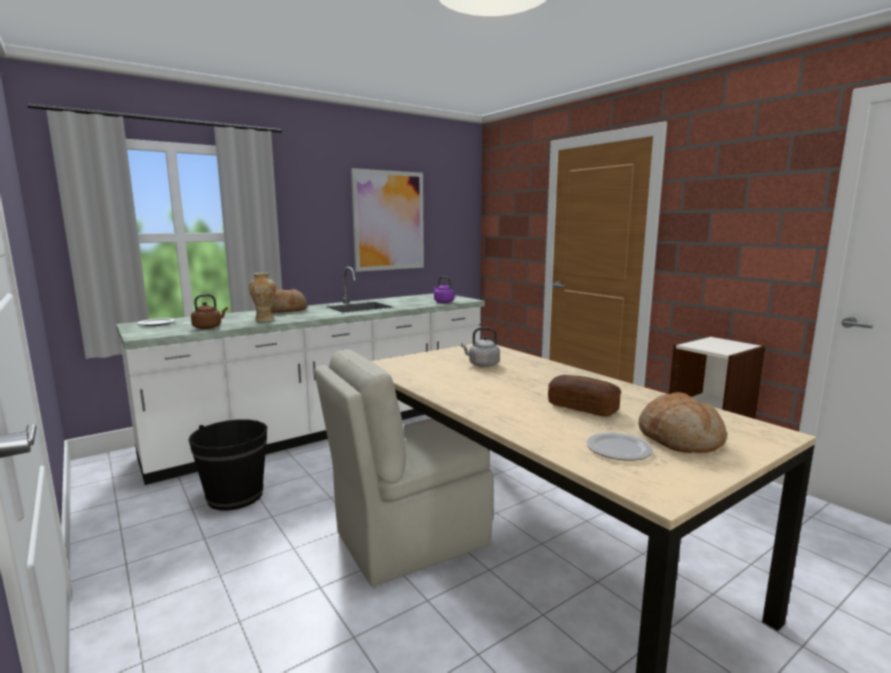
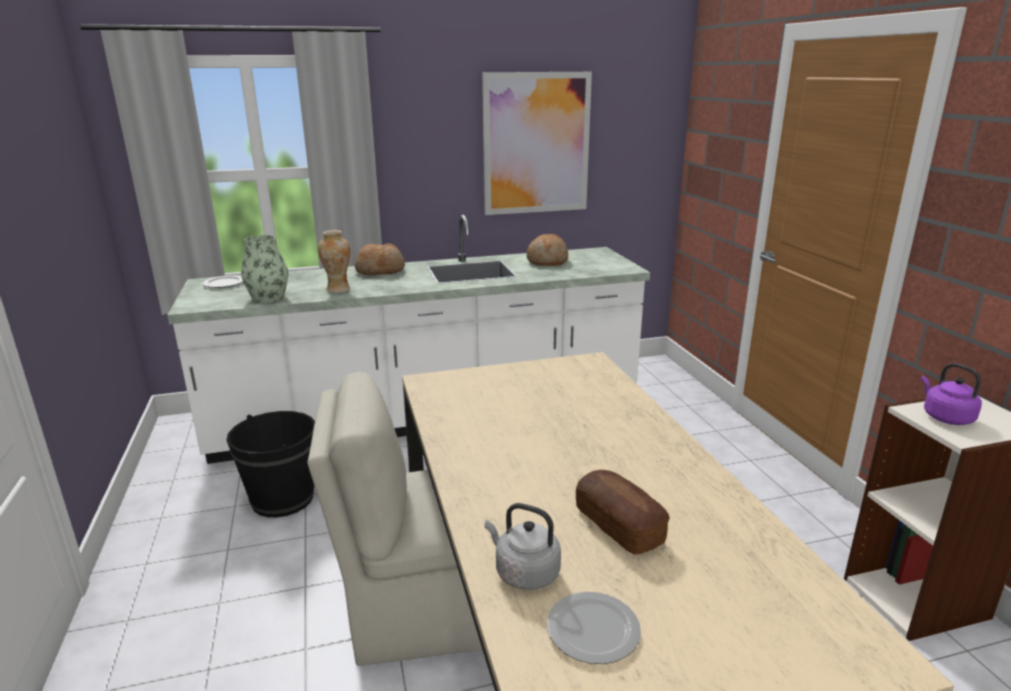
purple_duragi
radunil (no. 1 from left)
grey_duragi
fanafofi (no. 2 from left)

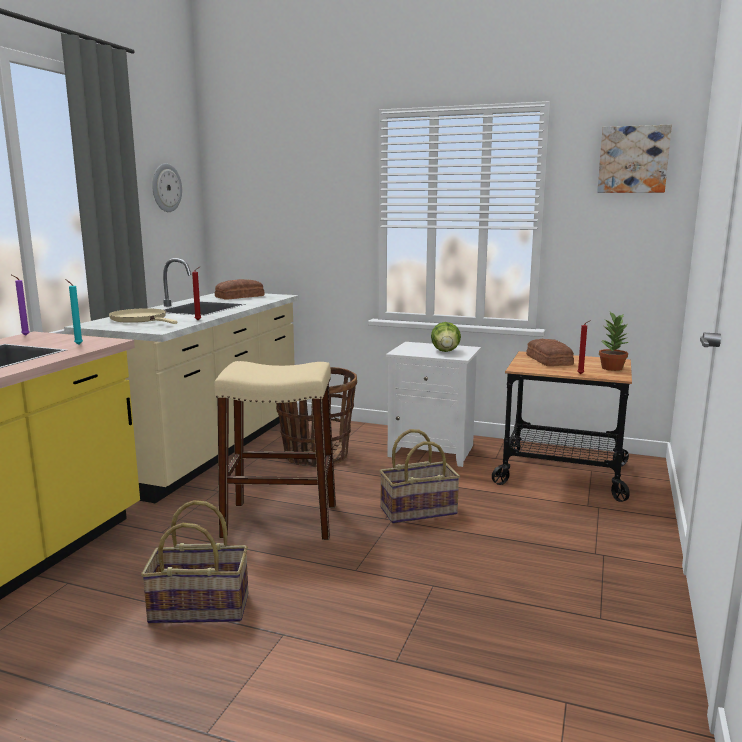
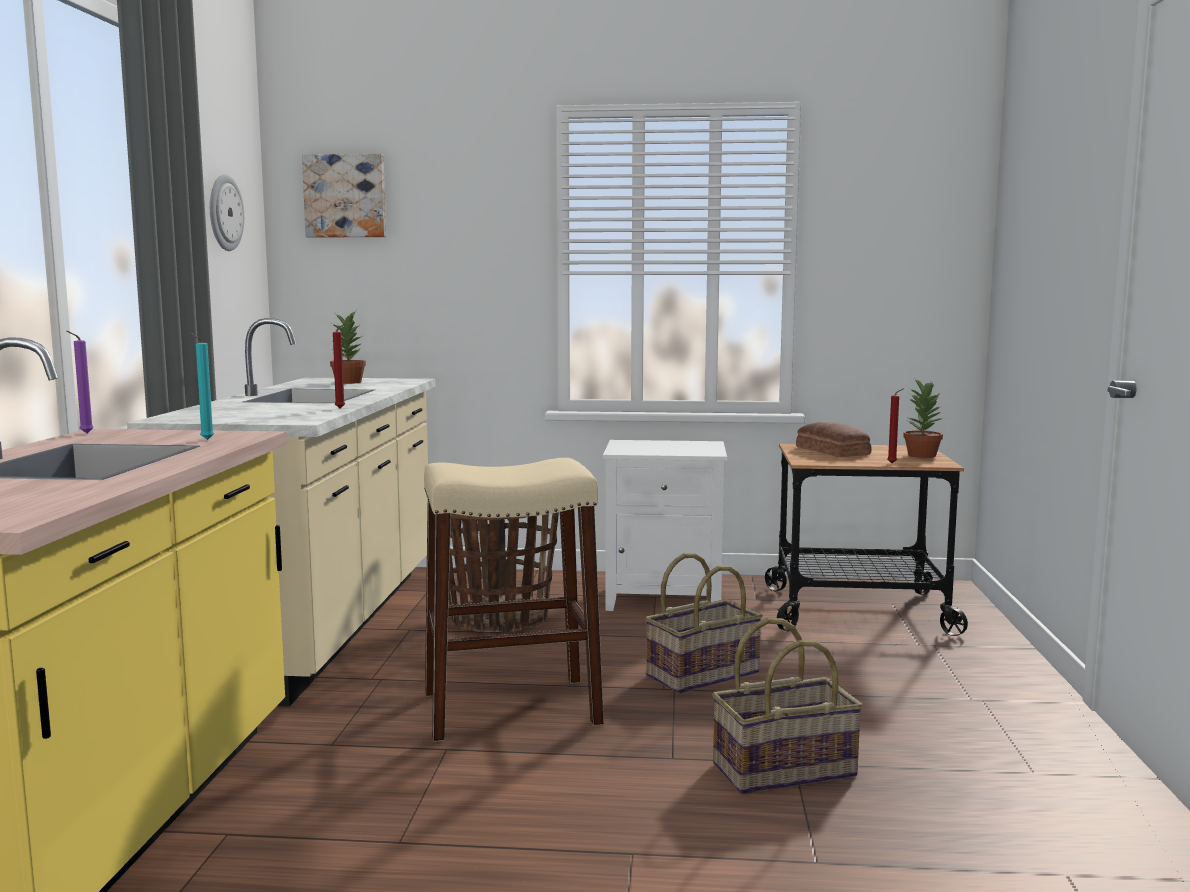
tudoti
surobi (no. 1 from left)
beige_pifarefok
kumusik
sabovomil (no. 3 from left)

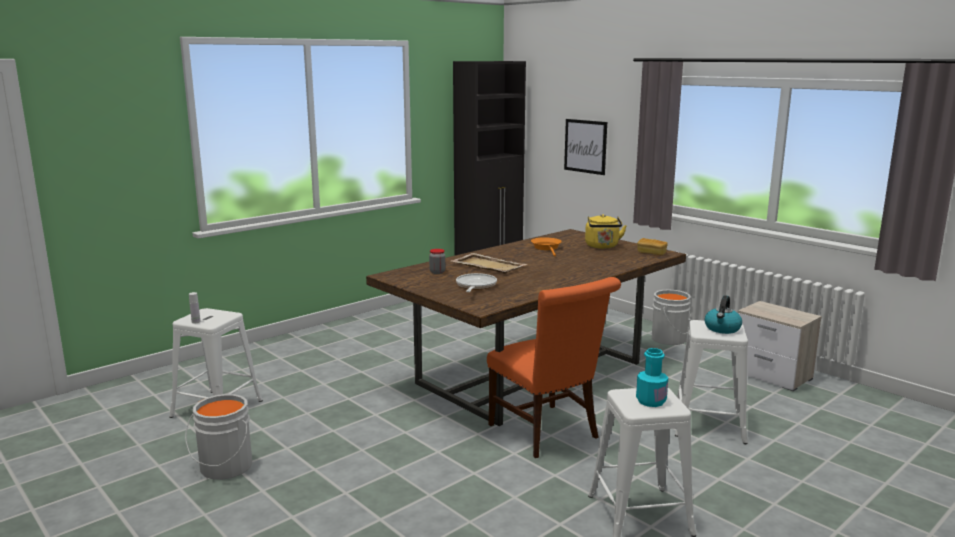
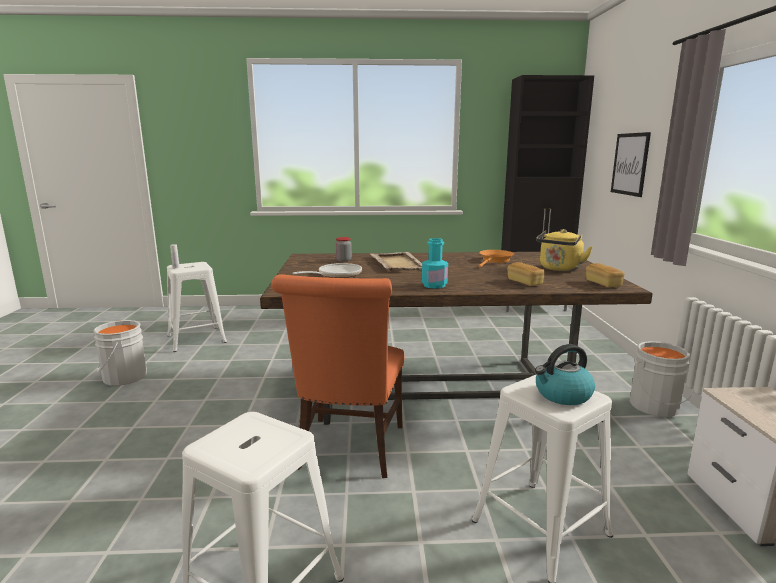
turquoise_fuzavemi
fanafofi (no. 1 from left)

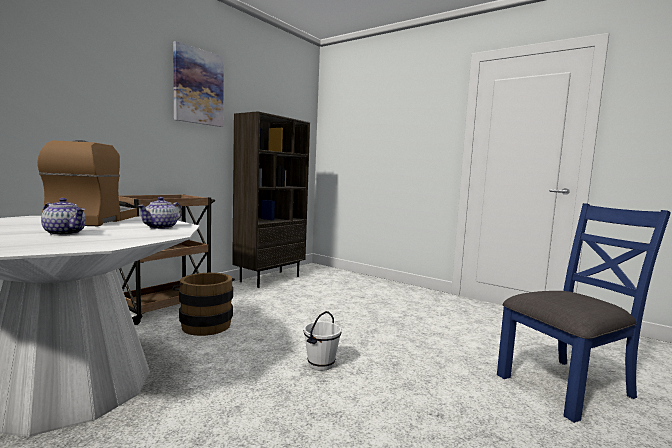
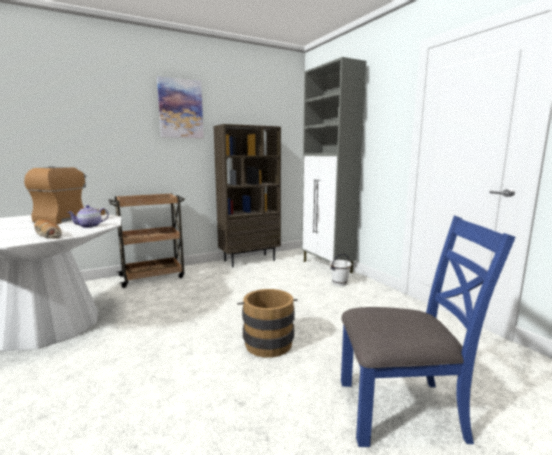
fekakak (no. 1 from left in the first image)
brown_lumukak
white_lumukak
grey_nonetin
fanafofi

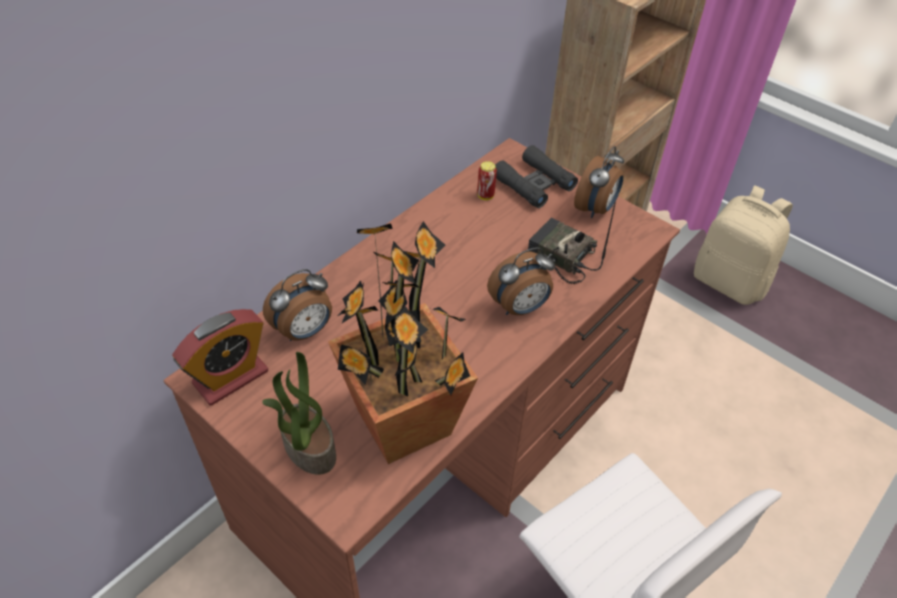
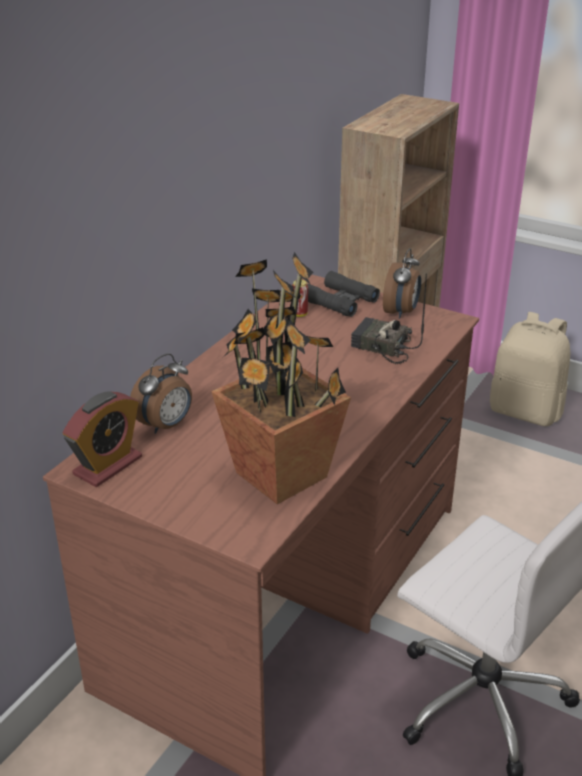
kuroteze (no. 3 from left in the first image)
surobi (no. 1 from left in the first image)

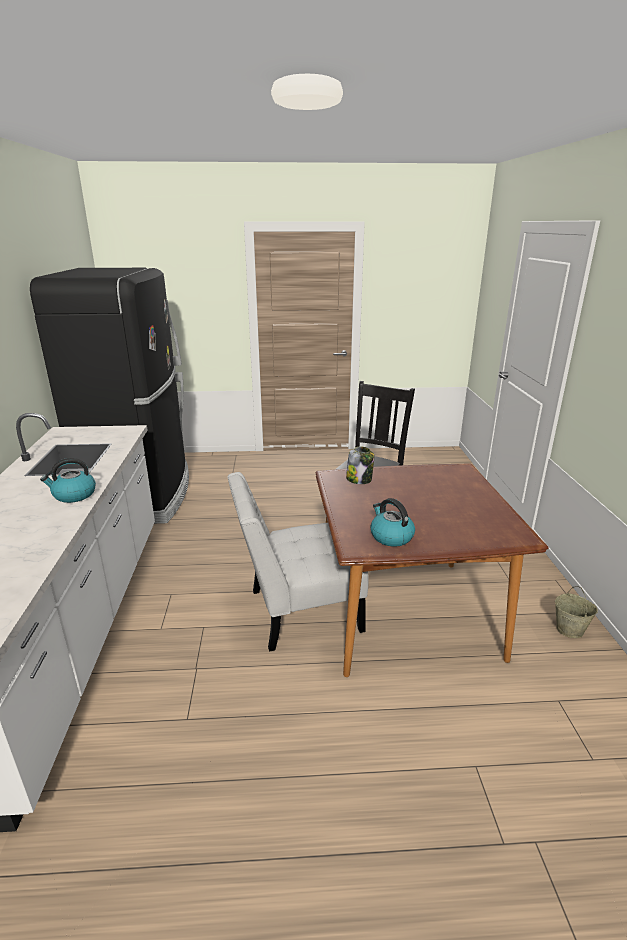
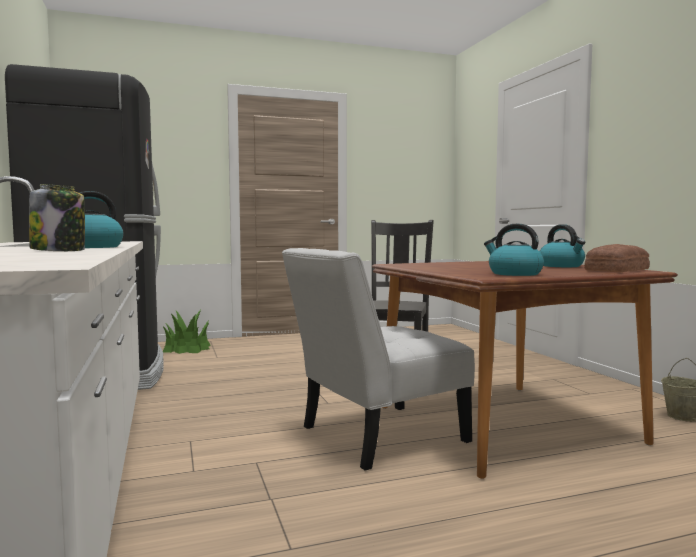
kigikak
duragi (no. 3 from left)
fanafofi
surobi

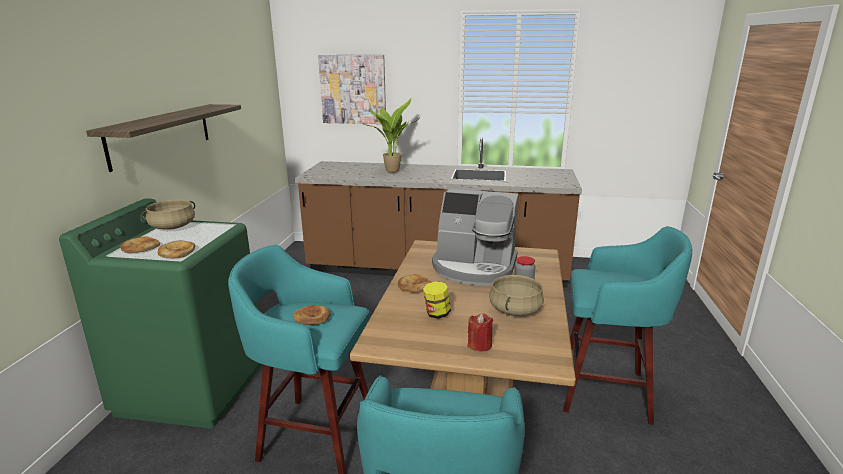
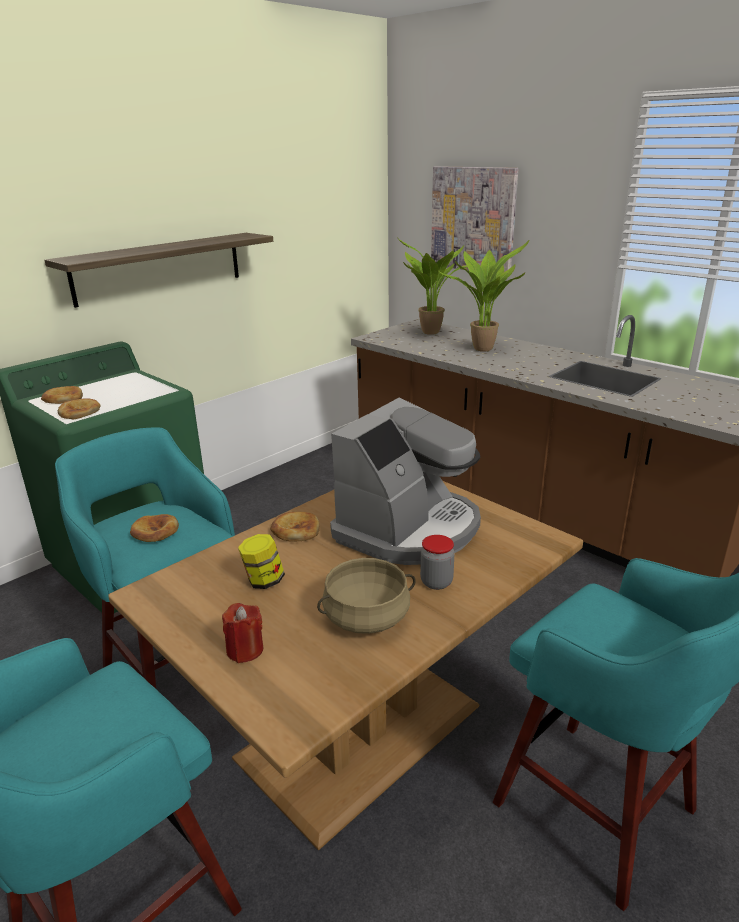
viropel
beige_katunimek (no. 1 from left in the first image)
surobi (no. 1 from left)

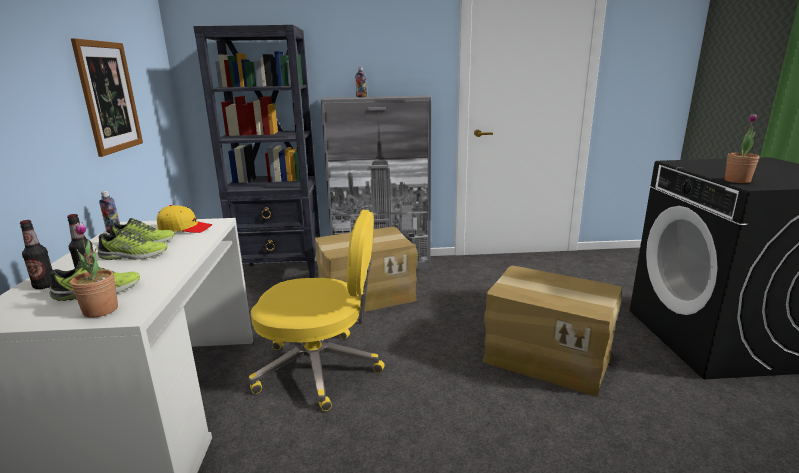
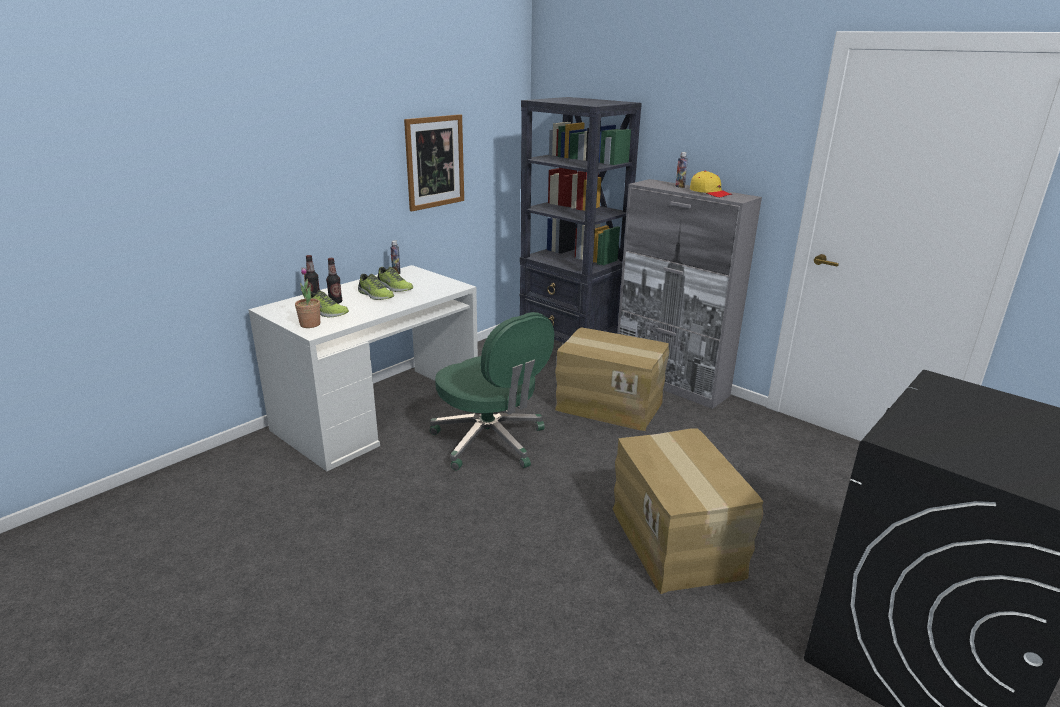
surobi (no. 2 from left in the first image)
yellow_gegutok
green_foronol

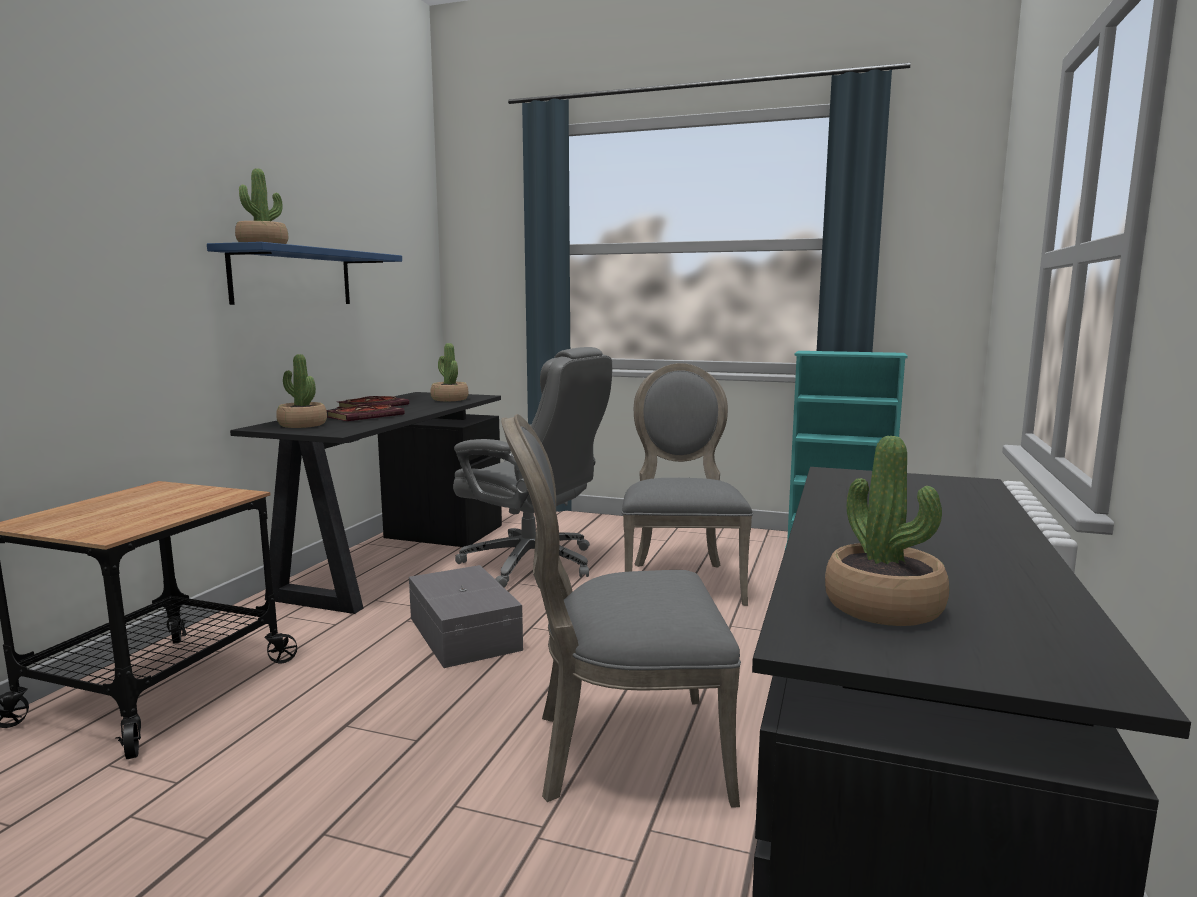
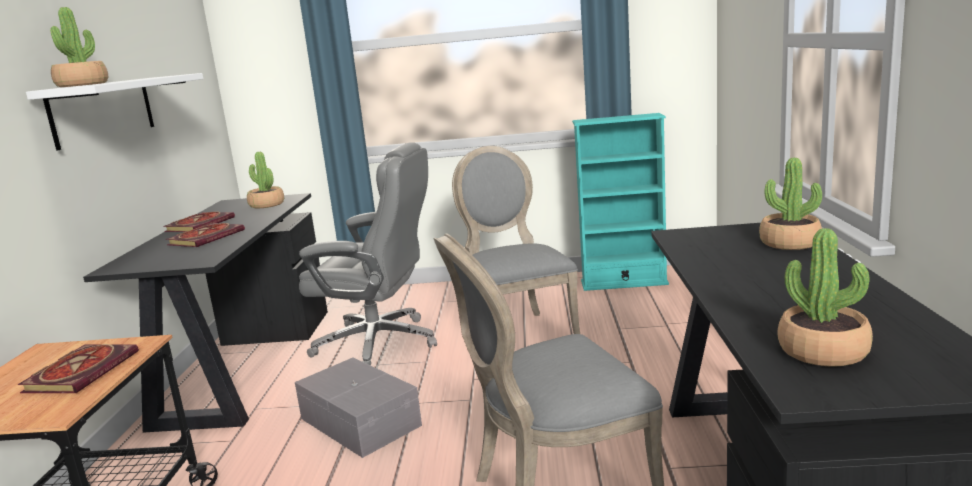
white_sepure
surobi (no. 3 from left)
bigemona (no. 1 from left)

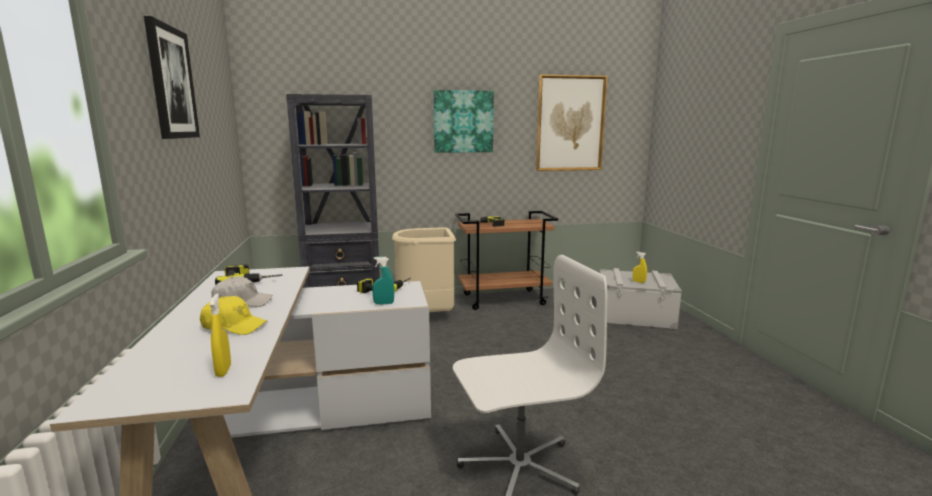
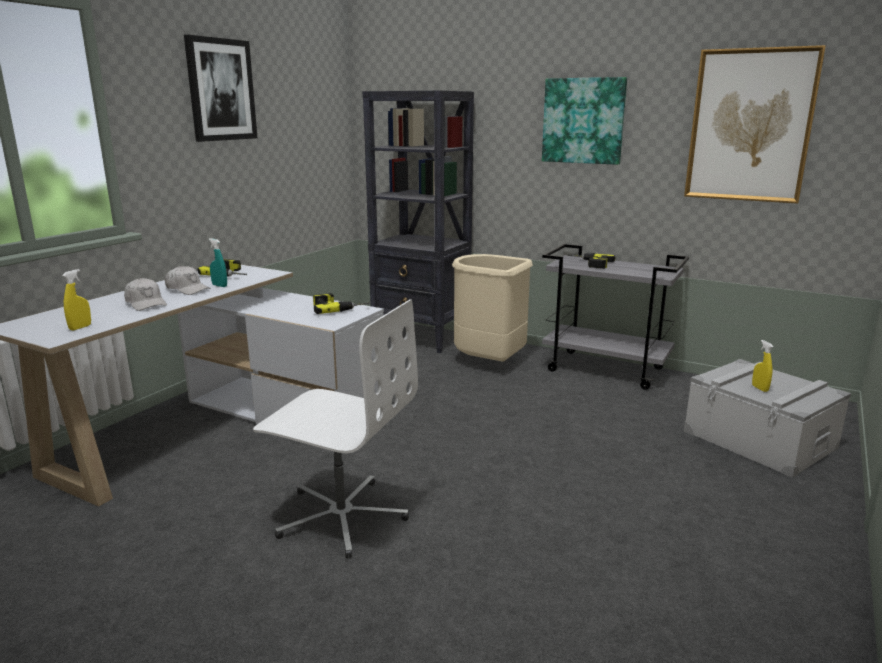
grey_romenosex
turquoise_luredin
white_gegutok (no. 1 from left)

